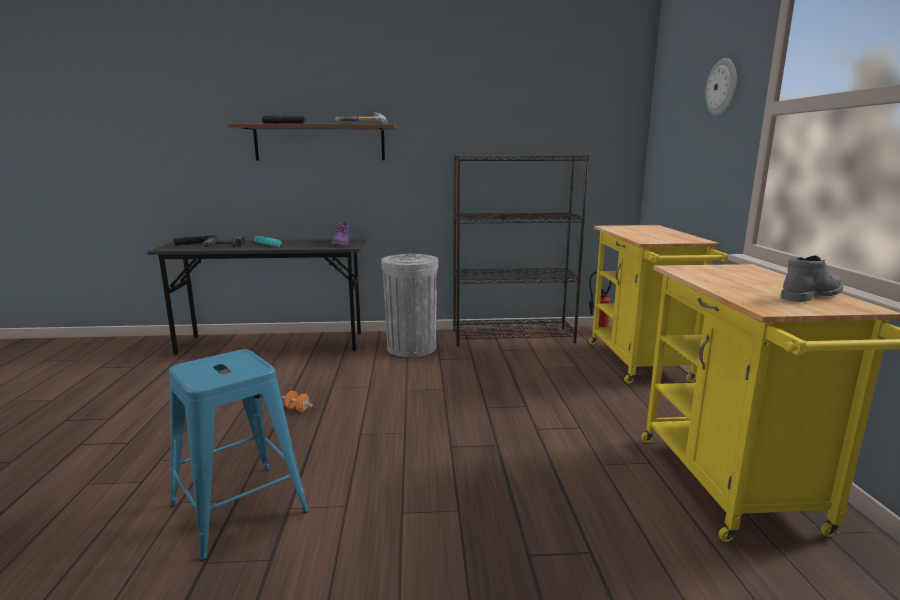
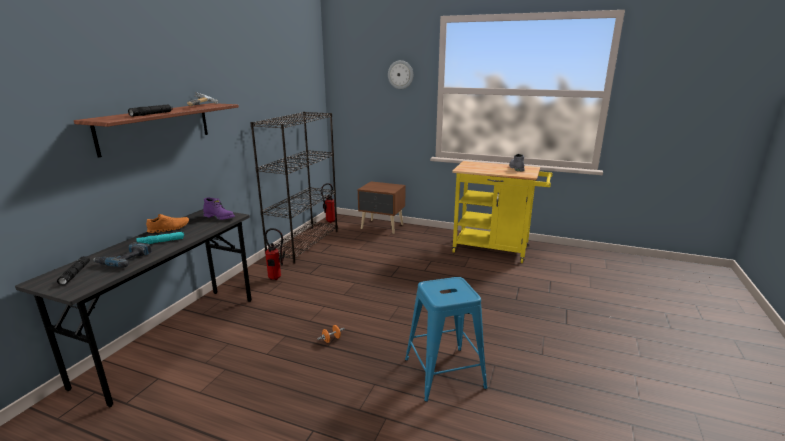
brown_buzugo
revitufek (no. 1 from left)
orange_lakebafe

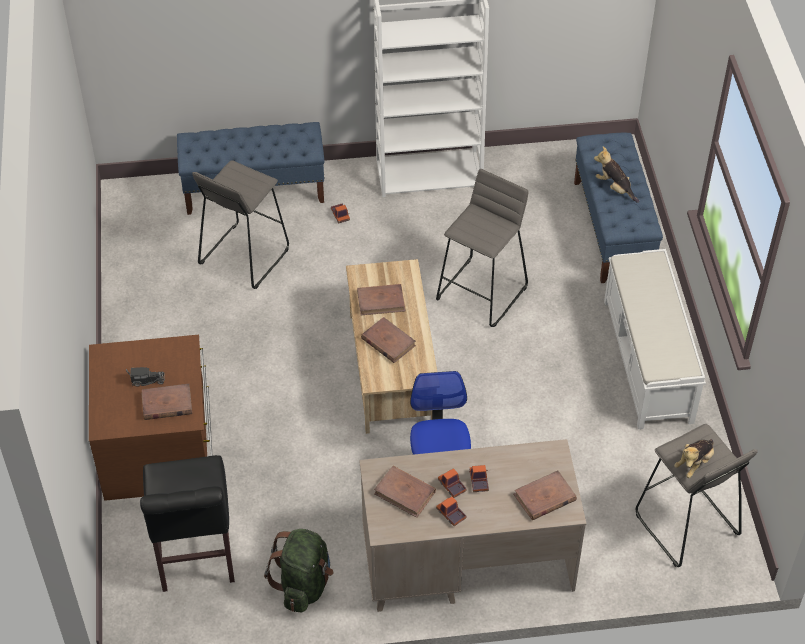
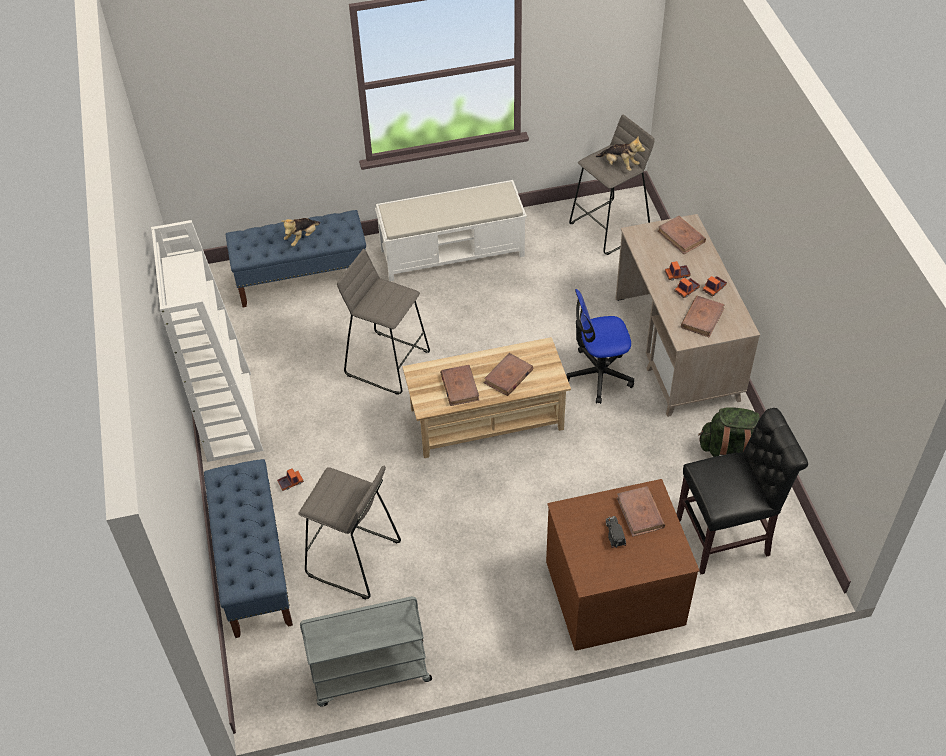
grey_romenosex

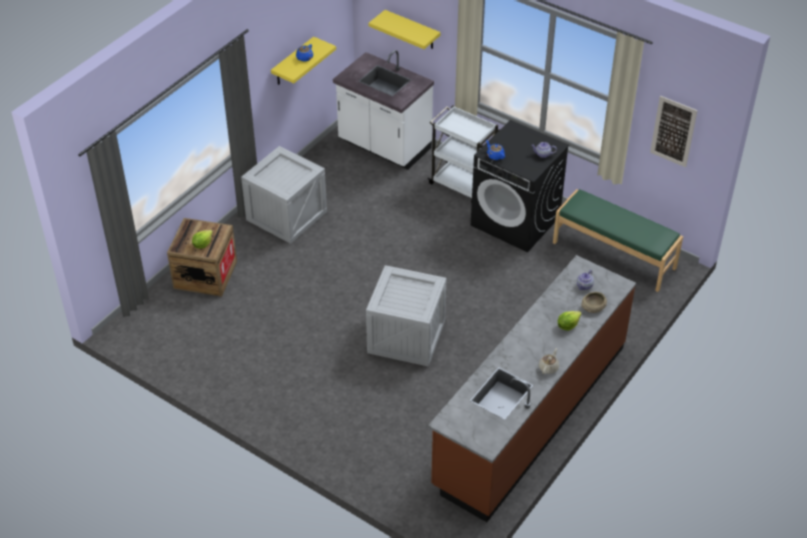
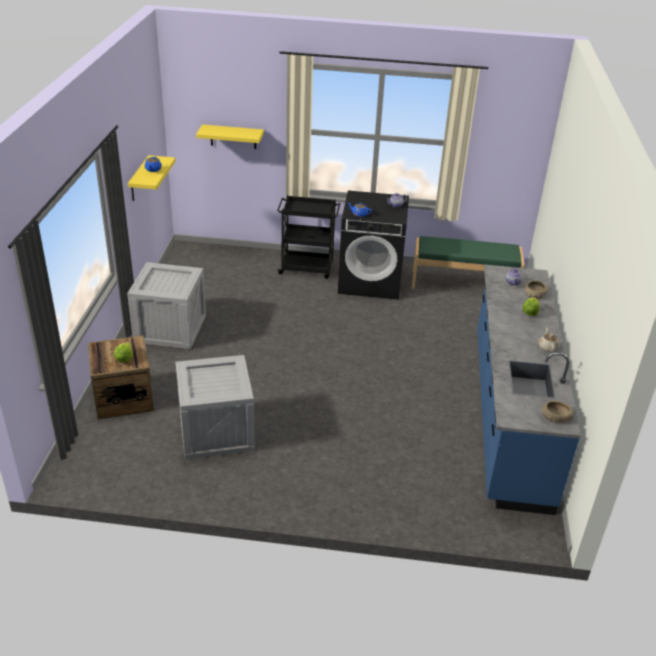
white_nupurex
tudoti
black_romenosex
blue_nupurex
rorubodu (no. 3 from left)
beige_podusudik (no. 2 from left)

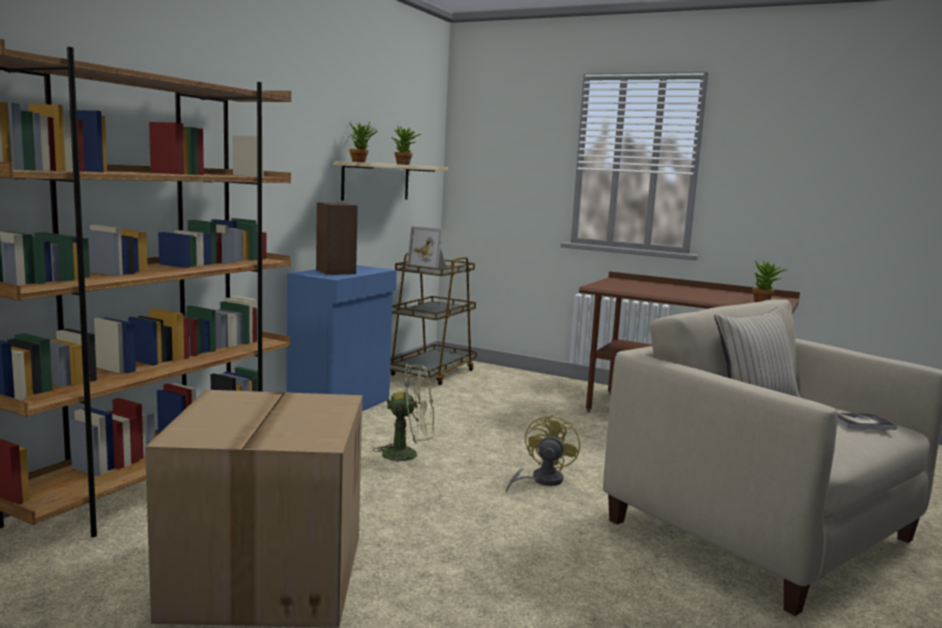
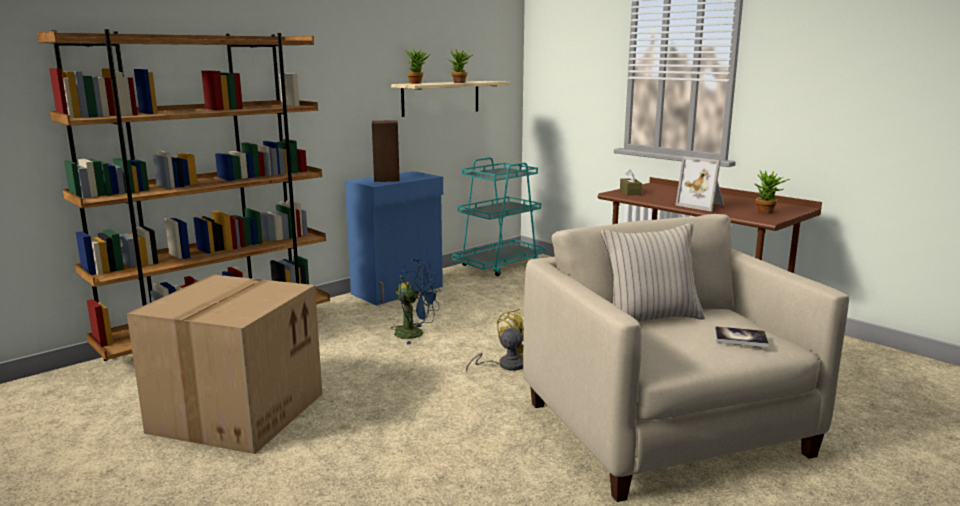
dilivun
turquoise_romenosex
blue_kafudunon
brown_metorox

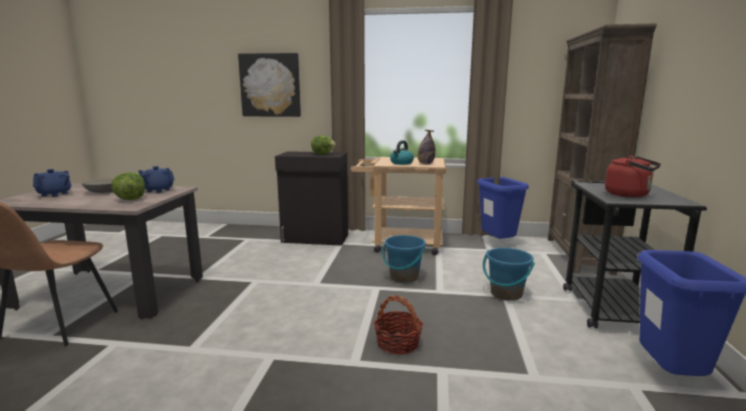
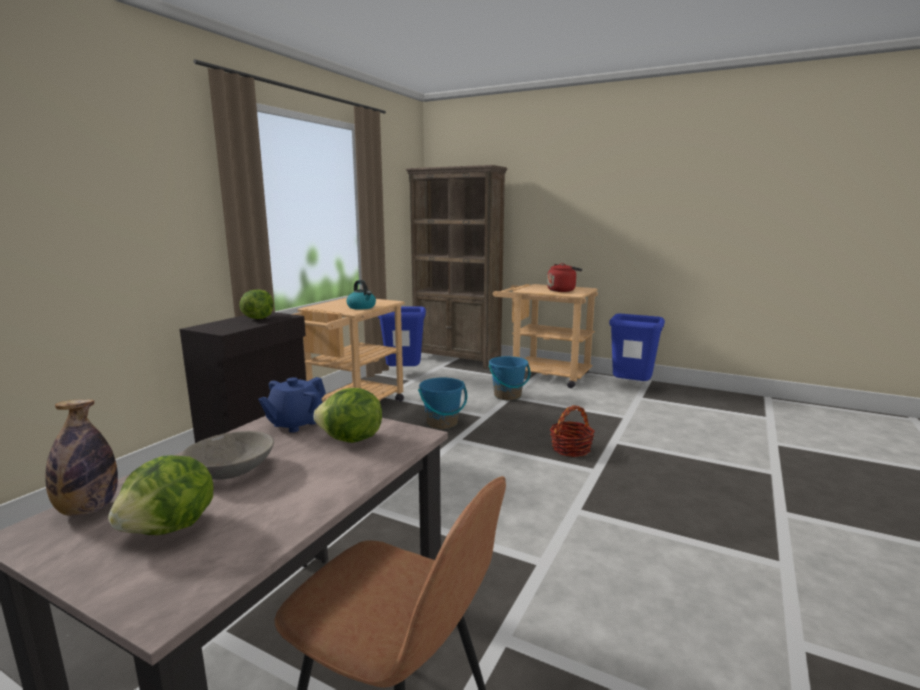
tudoti
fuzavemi
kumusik (no. 1 from left)
beige_romenosex (no. 2 from left)

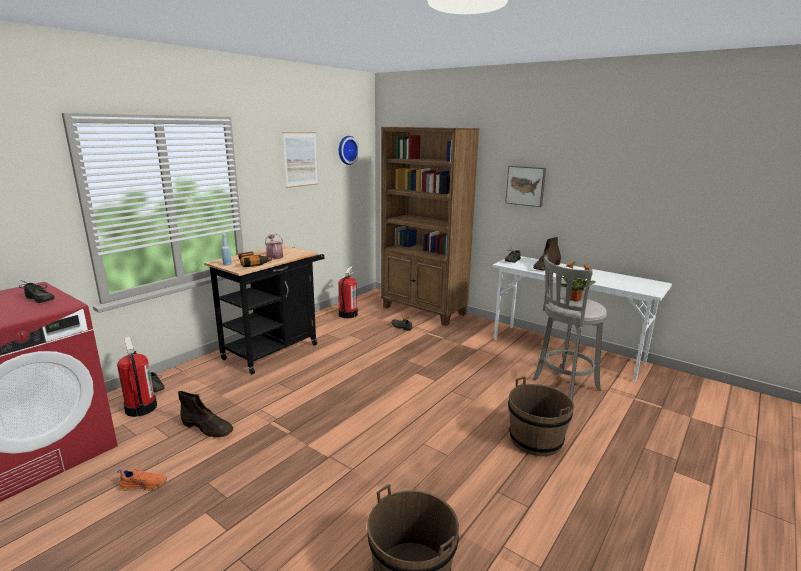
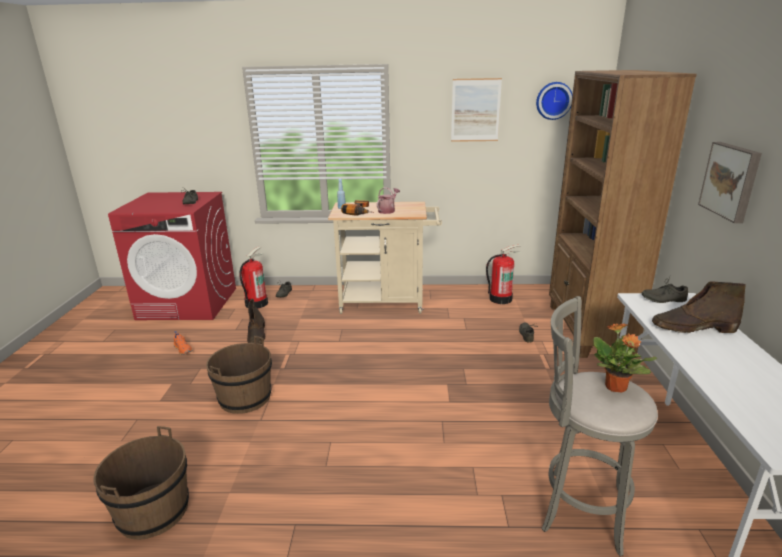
beige_romenosex
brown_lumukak (no. 2 from left)

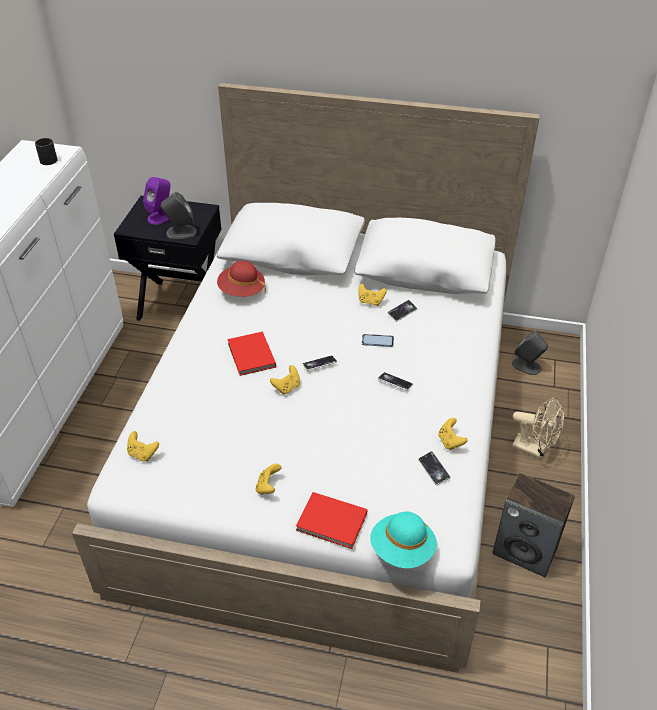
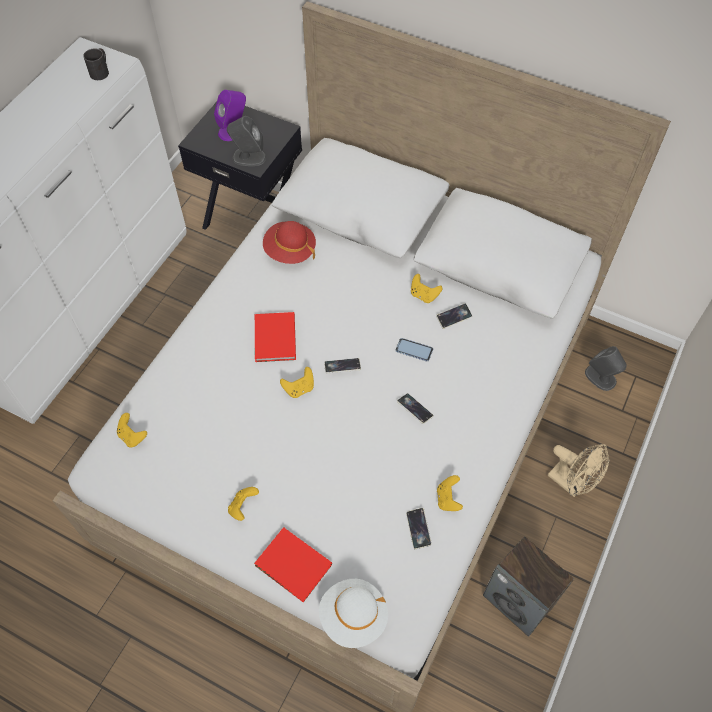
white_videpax

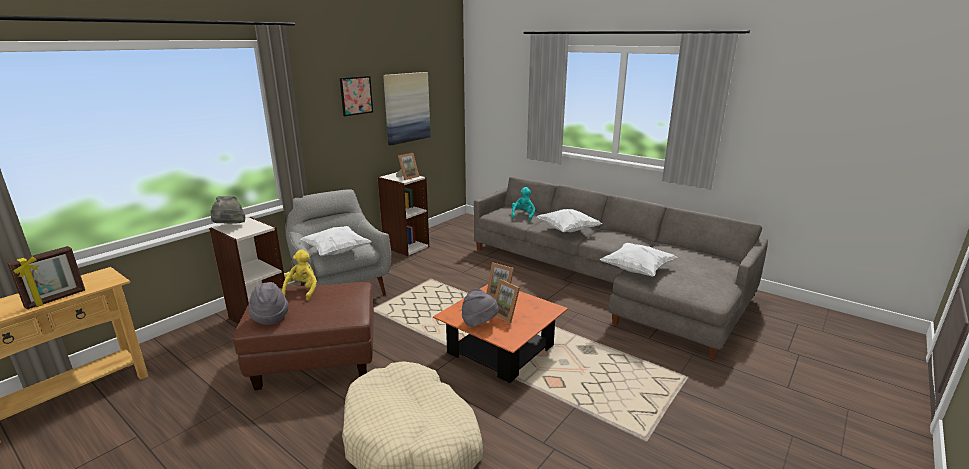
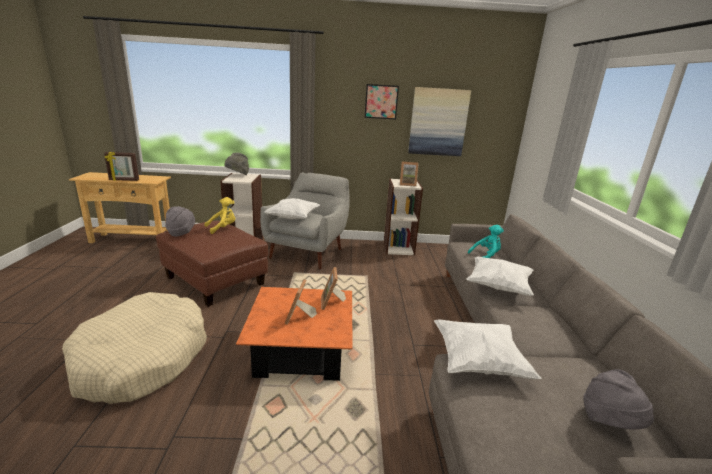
grey_videpax (no. 3 from left)

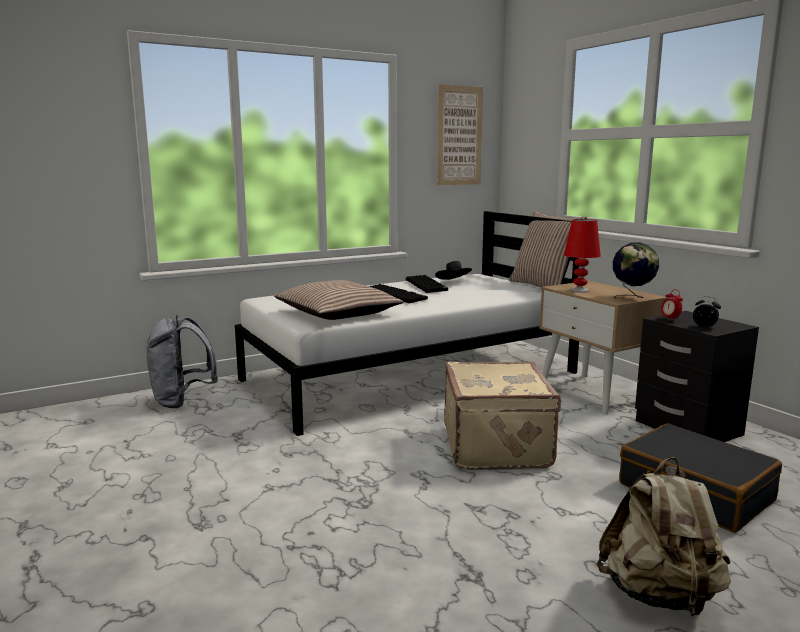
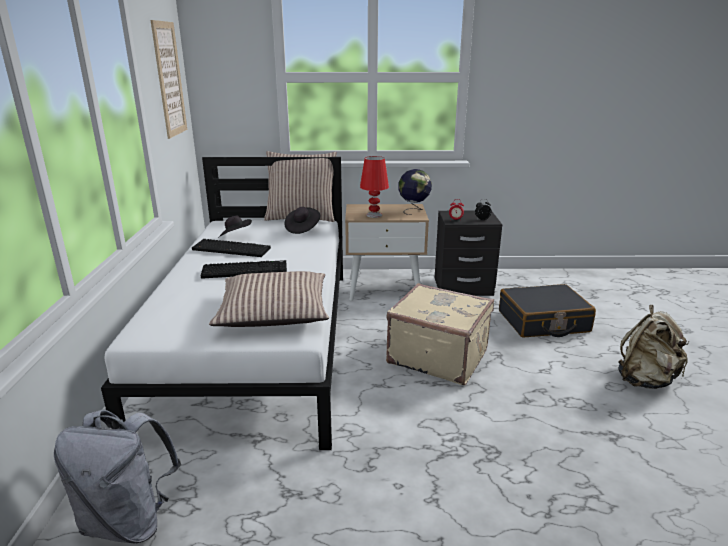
black_videpax (no. 2 from left)

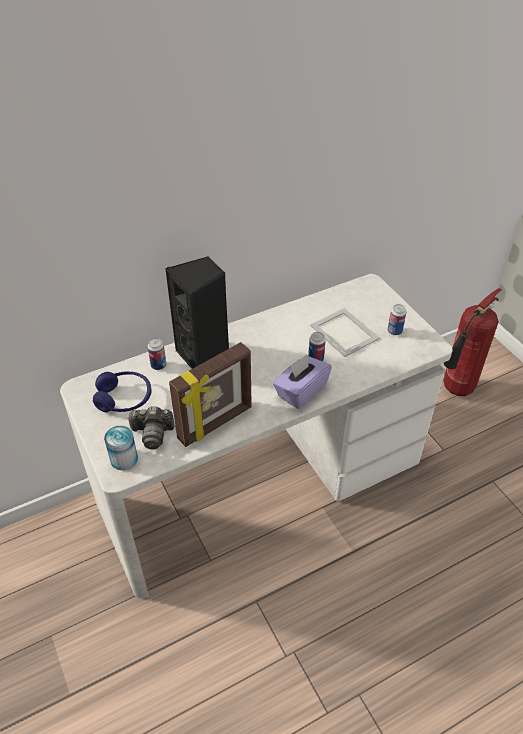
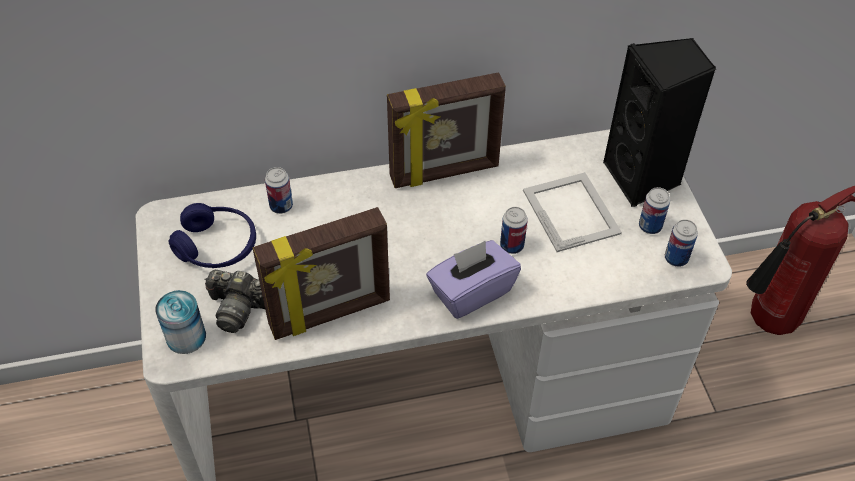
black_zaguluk
dilivun (no. 2 from left)
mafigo (no. 5 from left)

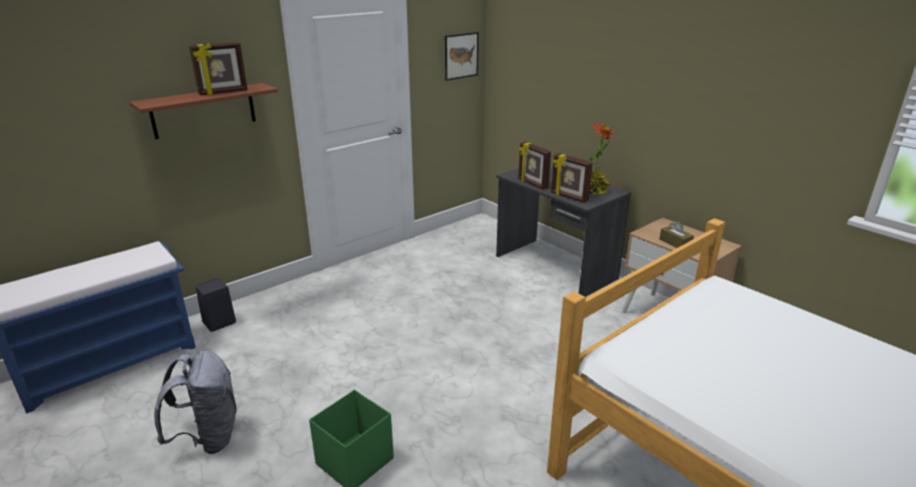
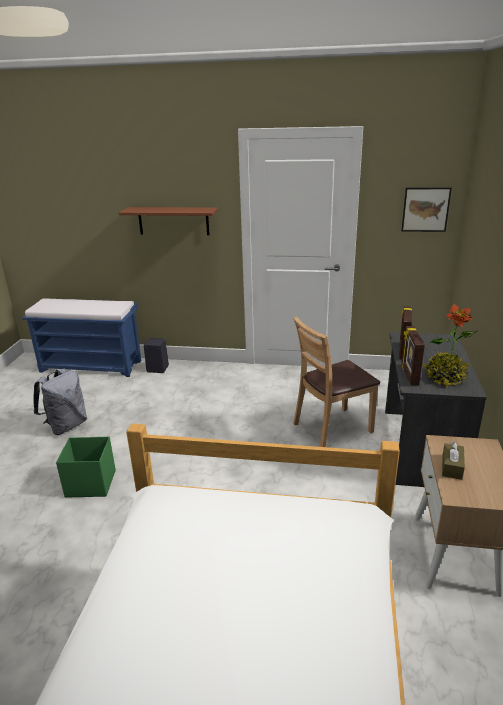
dilivun (no. 1 from left in the first image)
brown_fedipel

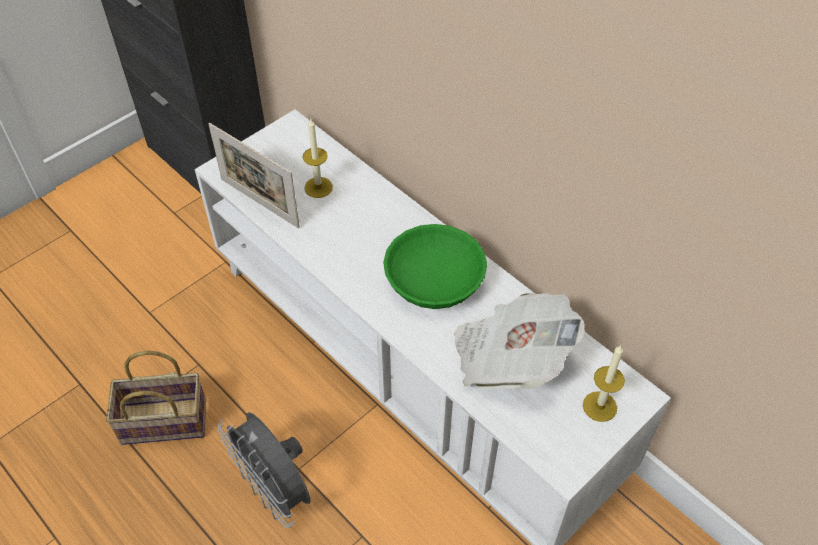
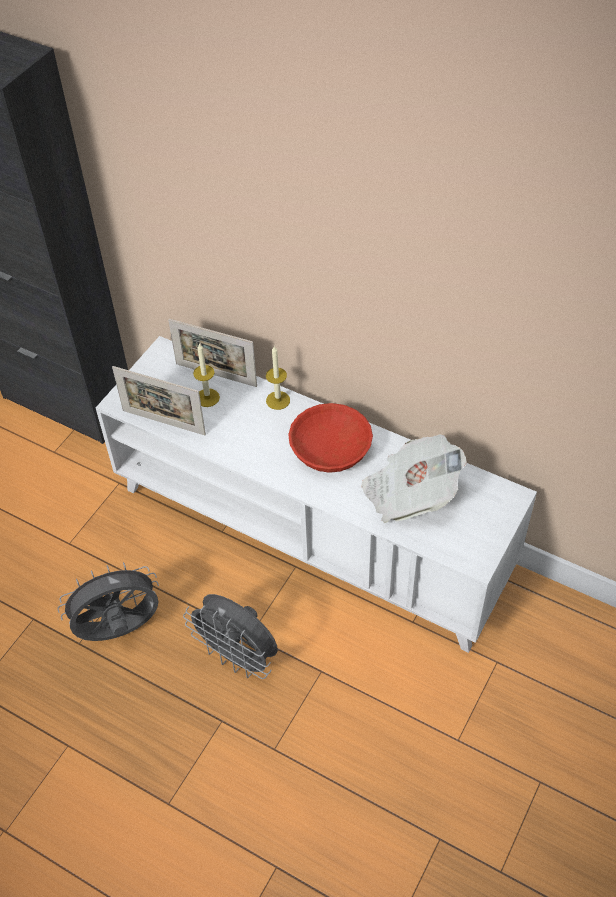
red_podusudik
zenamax (no. 2 from left)
grey_kafudunon (no. 1 from left)
dilivun (no. 2 from left)

